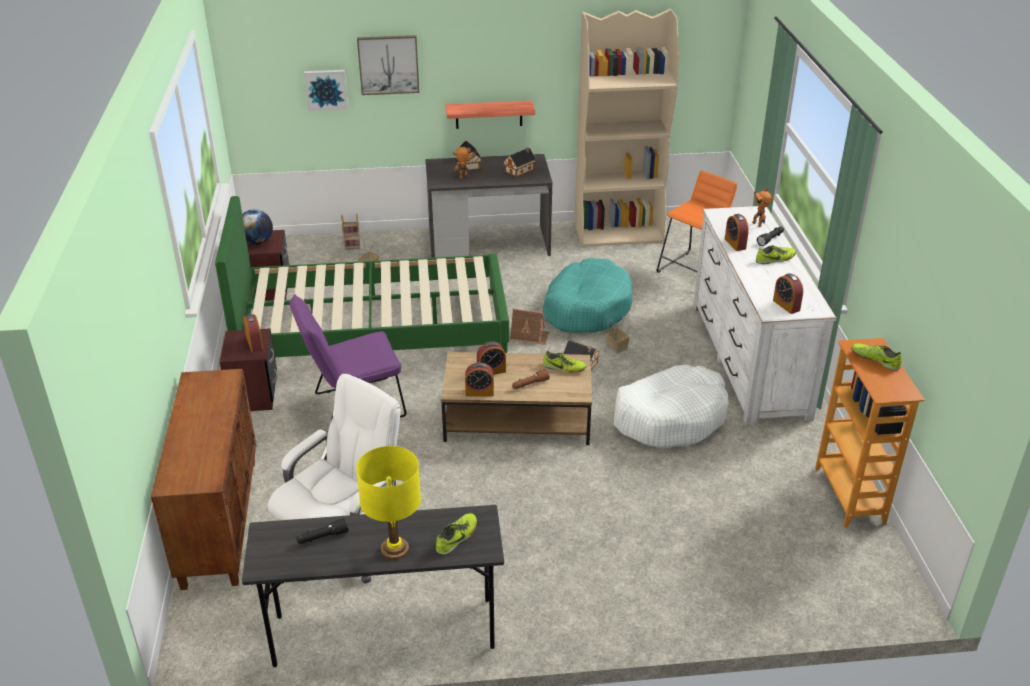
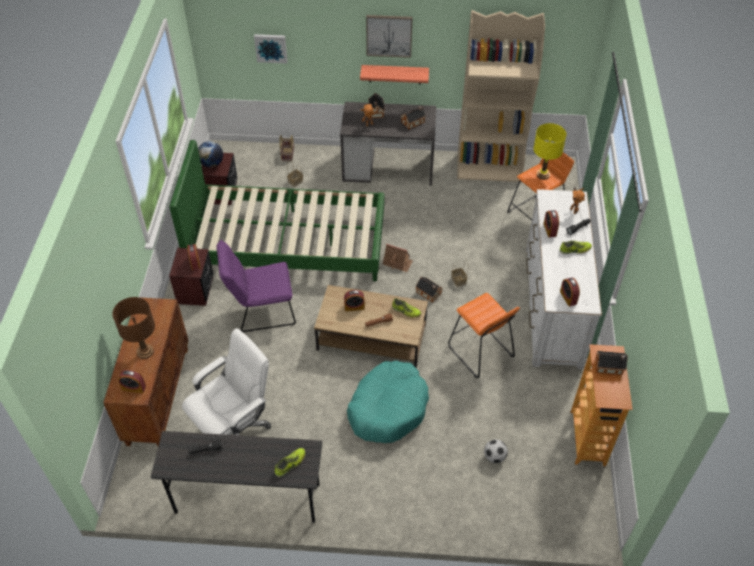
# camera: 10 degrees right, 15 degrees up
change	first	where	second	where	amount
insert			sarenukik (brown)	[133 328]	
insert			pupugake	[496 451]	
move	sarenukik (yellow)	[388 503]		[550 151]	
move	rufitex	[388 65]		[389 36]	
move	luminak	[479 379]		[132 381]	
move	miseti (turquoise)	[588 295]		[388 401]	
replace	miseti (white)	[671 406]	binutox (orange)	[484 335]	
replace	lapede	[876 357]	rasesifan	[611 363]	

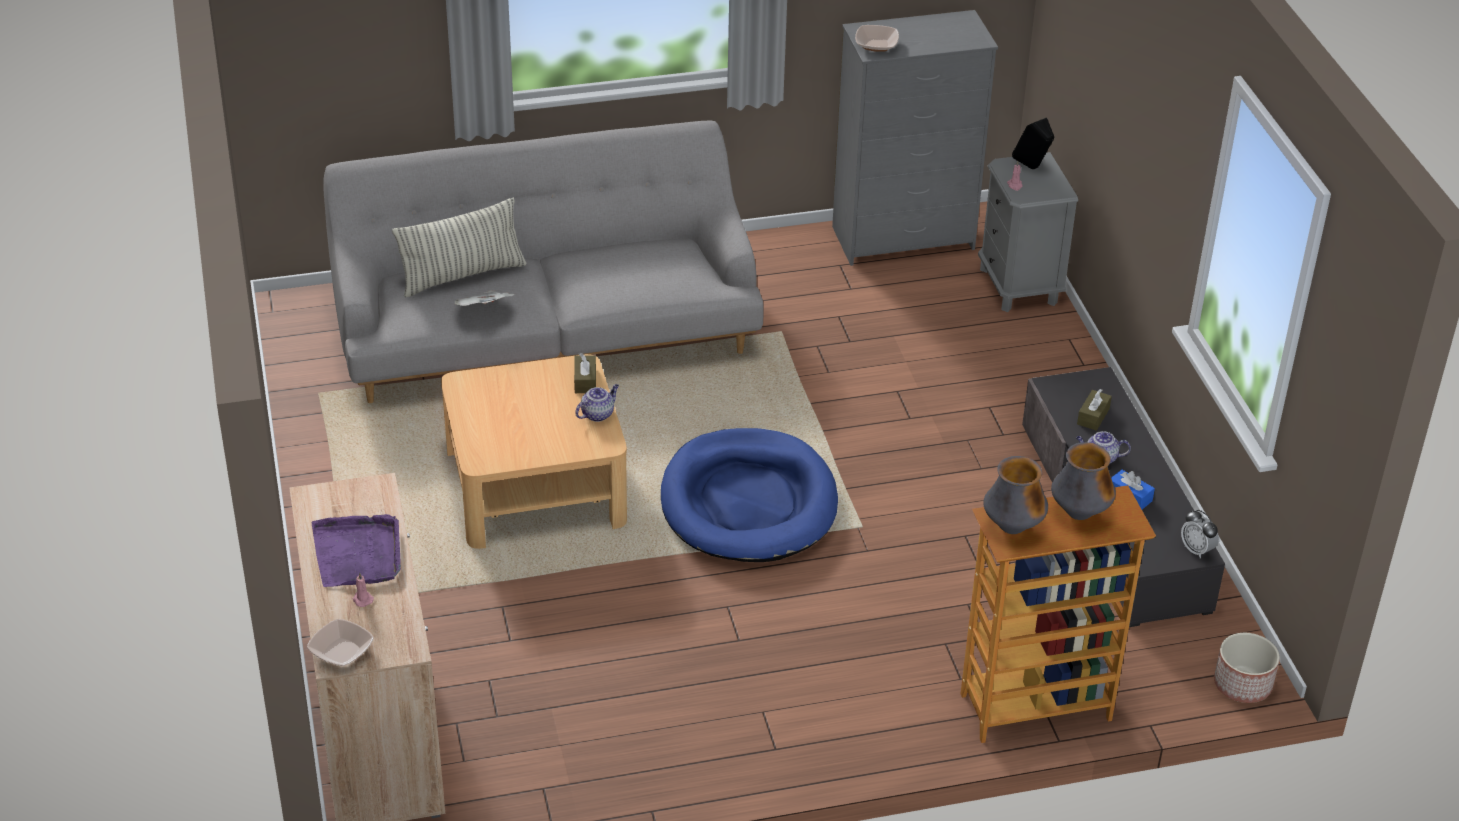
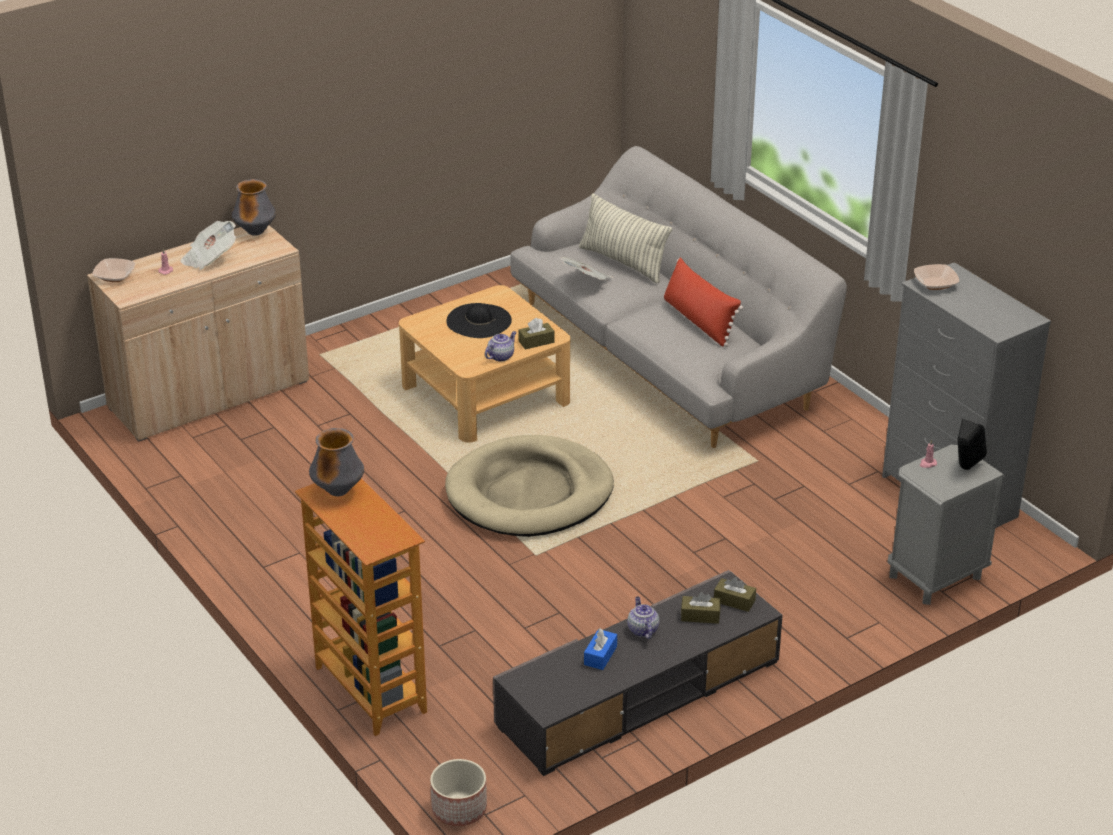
# camera: 70 degrees right, 5 degrees down
change	first	where	second	where	amount
delete	luminak	[1200 534]			
insert			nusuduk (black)	[479 320]	
insert			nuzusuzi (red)	[703 302]	
insert			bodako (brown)	[735 594]	
move	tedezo	[1083 481]		[254 207]	
replace	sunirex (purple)	[356 550]	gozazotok	[208 245]	
recolor	miseti (blue)	[749 495]	miseti (beige)	[529 486]	
rotate	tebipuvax	[597 403]		[500 346]	75 degrees counterclockwise

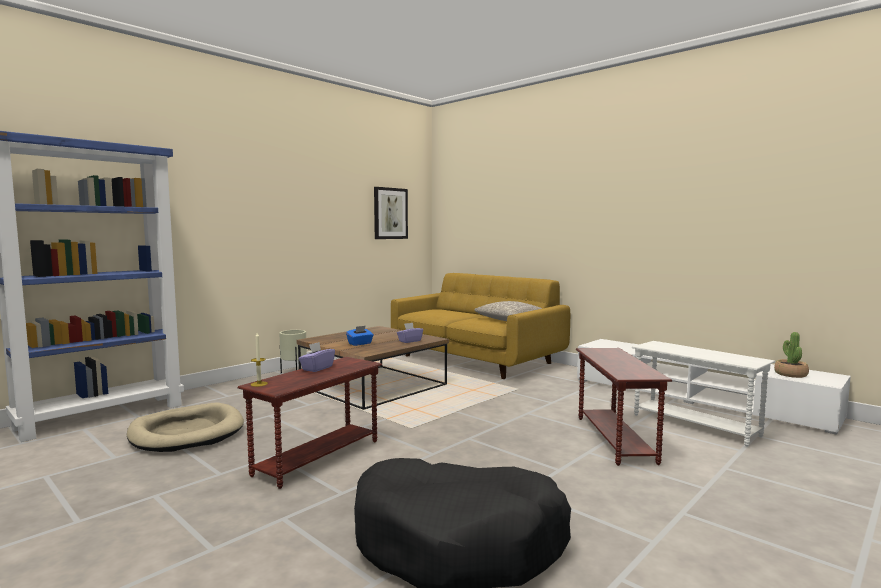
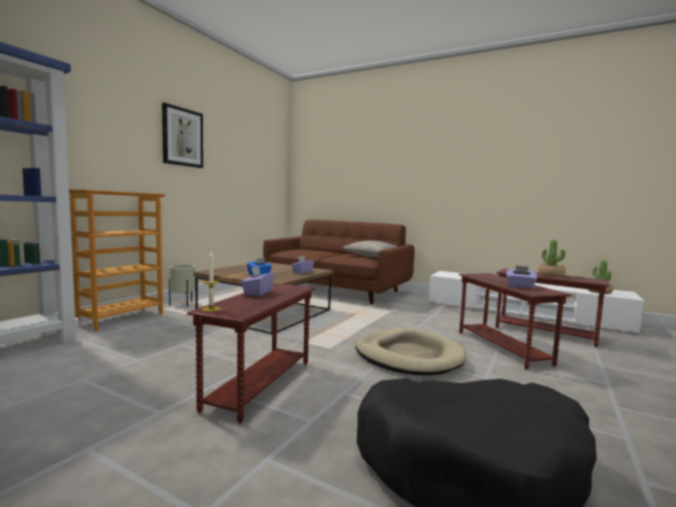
# camera: 15 degrees left, 0 degrees up
change	first	where	second	where	amount
insert			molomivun	[117 260]	
insert			bodako (purple)	[521 277]	
insert			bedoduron	[552 258]	
move	miseti (beige)	[185 427]		[410 351]	
move	rufitex	[391 213]		[182 135]	
recolor	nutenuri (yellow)	[480 326]	nutenuri (brown)	[339 262]	
recolor	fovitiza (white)	[703 394]	fovitiza (brown)	[552 308]	

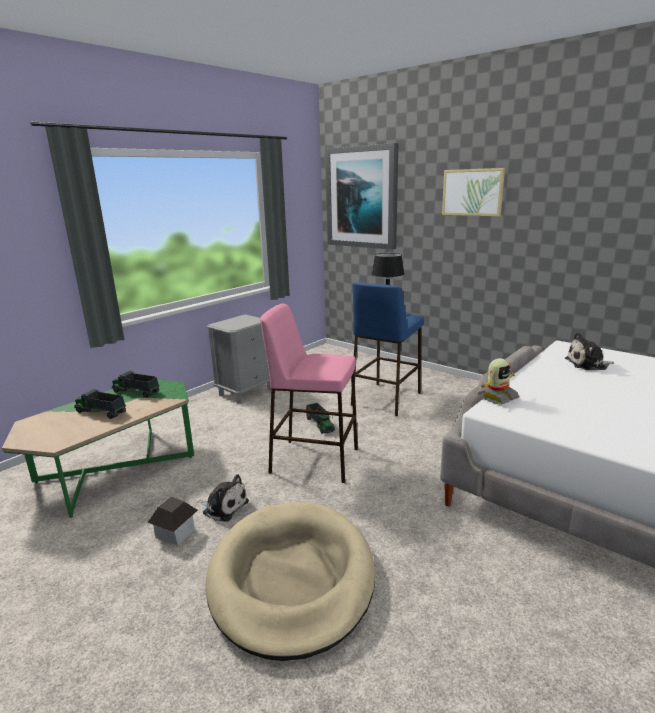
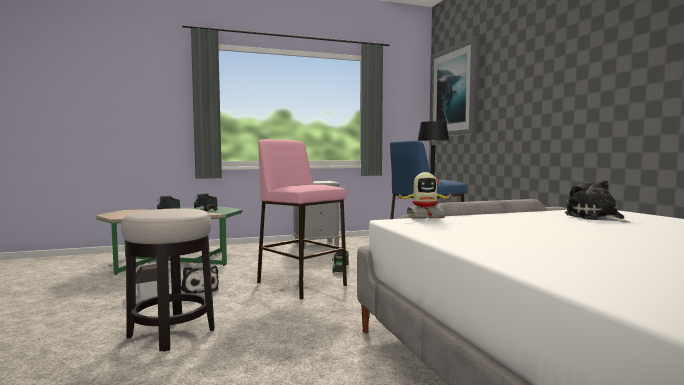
# camera: 30 degrees right, 15 degrees down
change	first	where	second	where	amount
delete	rufitex	[473 192]			
replace	miseti (beige)	[290 581]	binutox	[167 280]	
rotate	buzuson	[589 351]		[597 201]	45 degrees clockwise

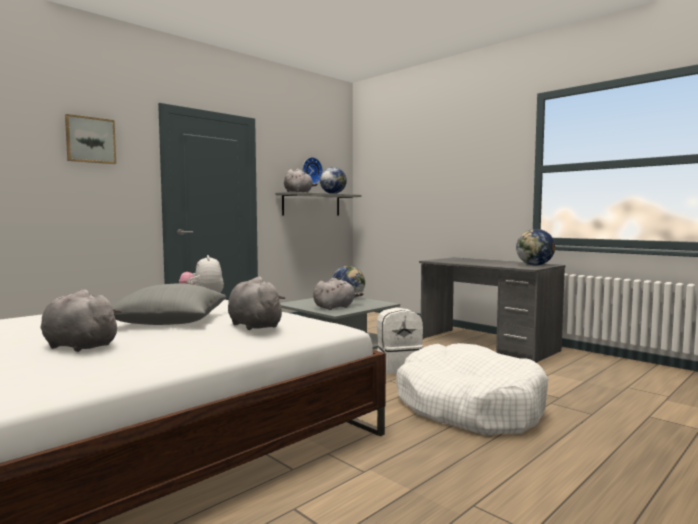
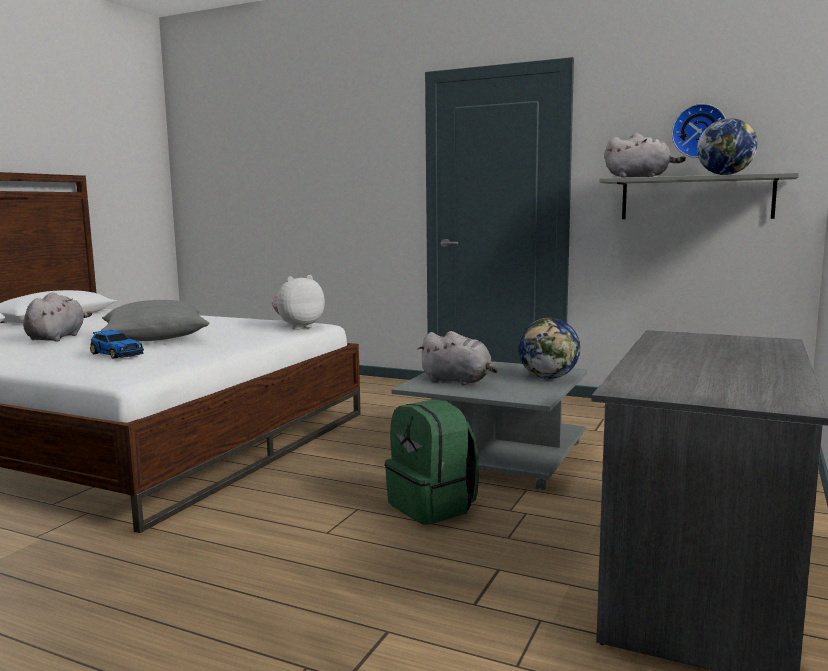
# camera: 70 degrees right, 5 degrees up
change	first	where	second	where	amount
delete	rufitex	[90 139]			
delete	miseti (white)	[472 389]			
delete	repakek	[535 247]			
replace	buzuson (grey)	[256 303]	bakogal	[117 344]	
recolor	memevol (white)	[400 340]	memevol (green)	[432 462]	

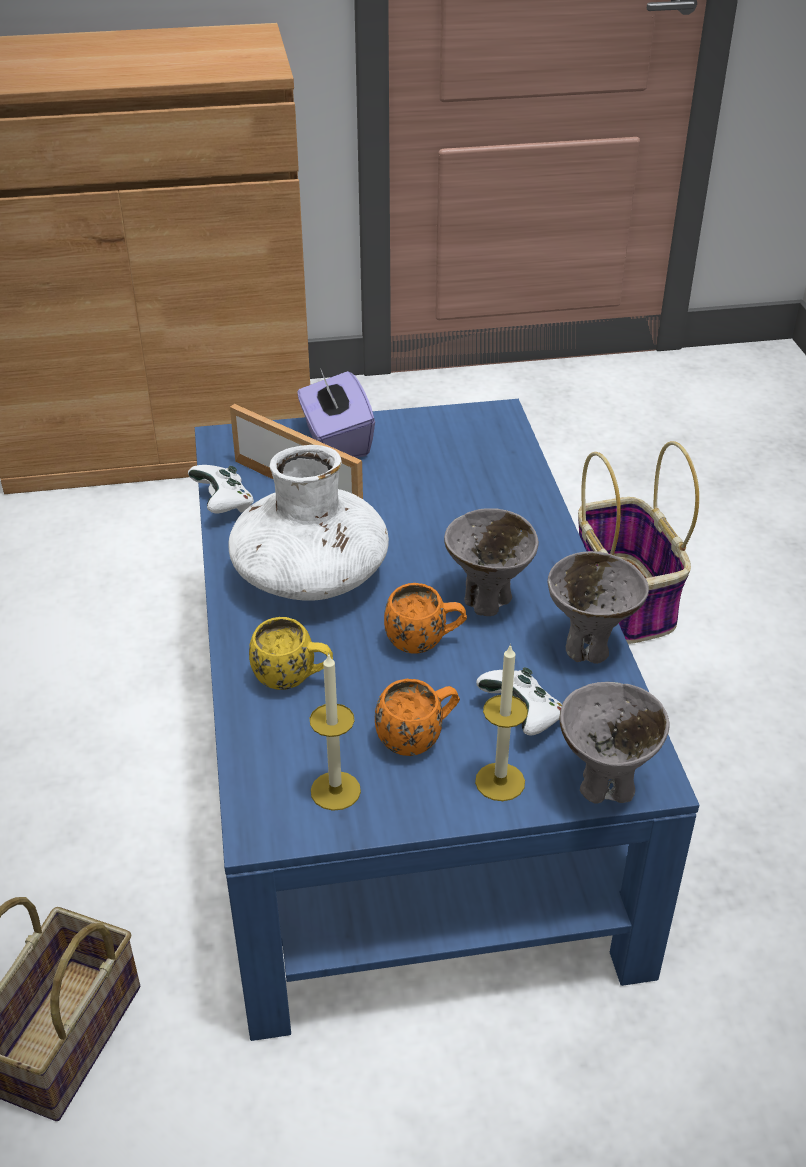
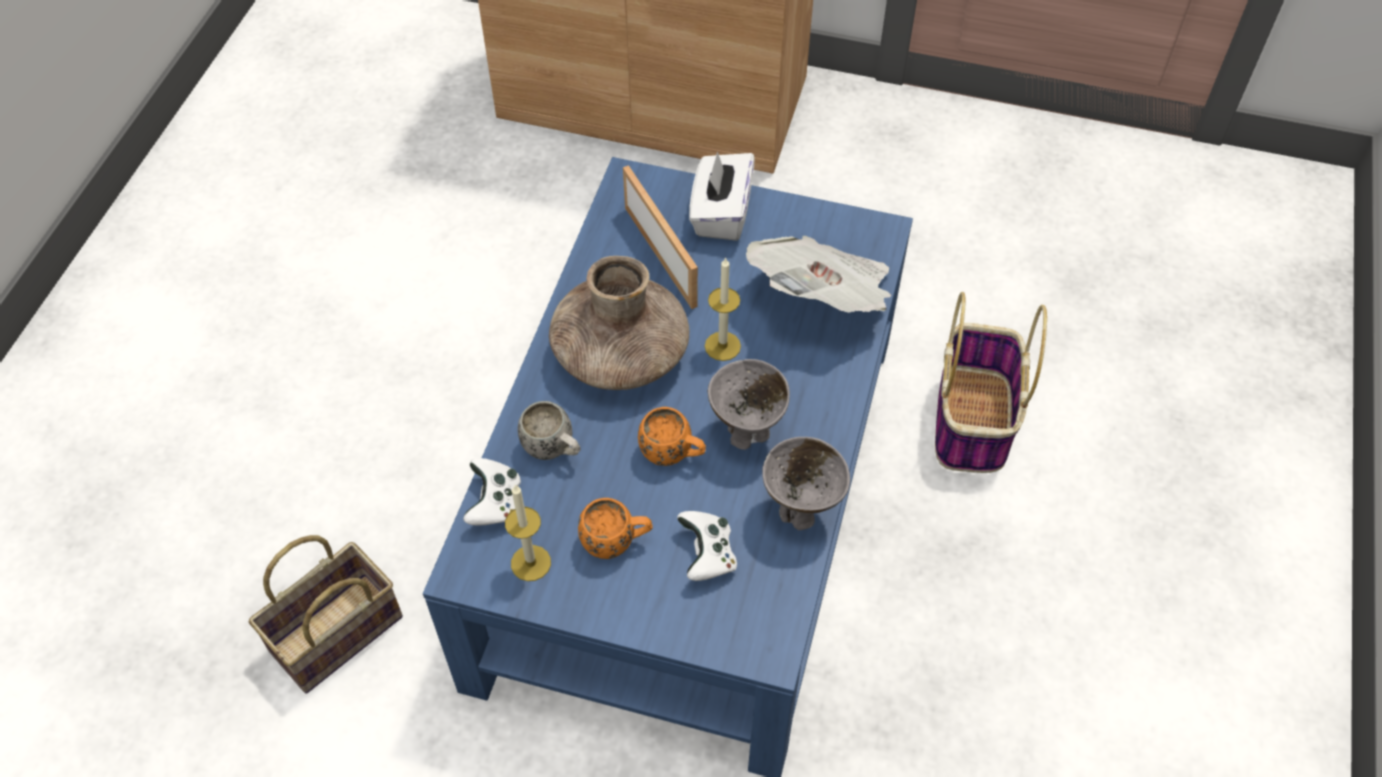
# camera: 25 degrees right, 15 degrees up
change	first	where	second	where	amount
delete	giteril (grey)	[615 742]			
insert			gozazotok	[818 274]	
move	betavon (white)	[221 489]		[492 492]	
move	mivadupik	[501 722]		[723 309]	
recolor	tedezo (white)	[309 523]	tedezo (brown)	[619 323]	
recolor	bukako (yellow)	[291 653]	bukako (white)	[549 430]	
recolor	bodako (purple)	[336 413]	bodako (white)	[722 196]	

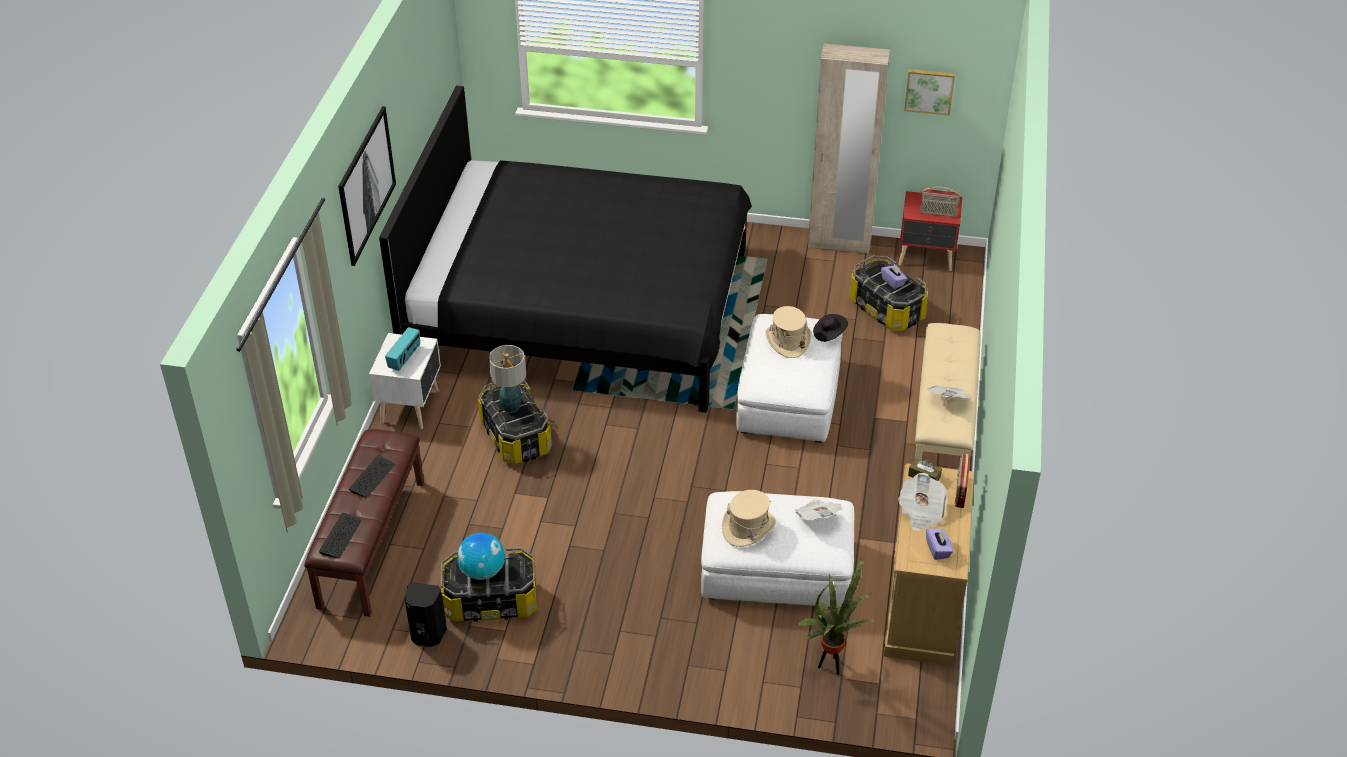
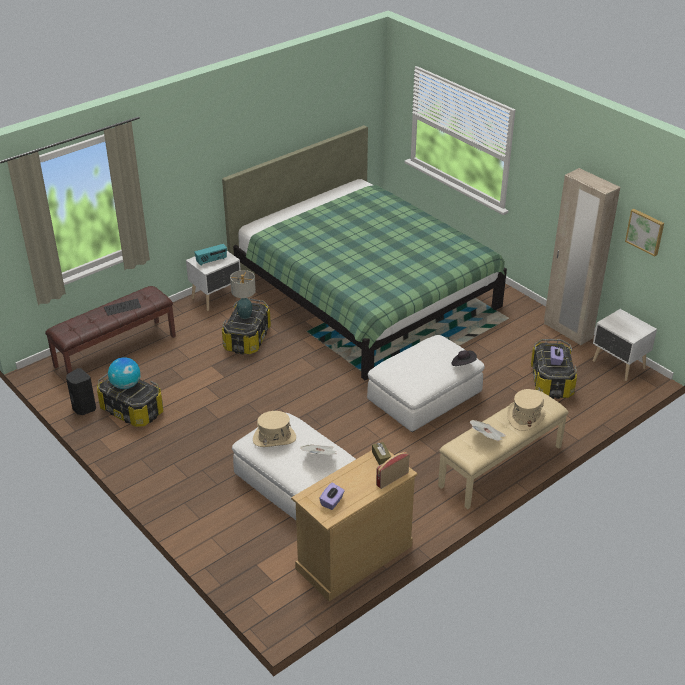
# camera: 40 degrees right, 5 degrees down
change	first	where	second	where	amount
delete	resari	[340 535]			
delete	rufitex	[367 186]			
delete	bedoduron	[837 616]			
delete	gozazotok	[923 502]			
delete	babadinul	[940 201]			
move	nusuduk (beige)	[788 332]		[526 410]	
recolor	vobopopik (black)	[565 249]	vobopopik (green)	[364 253]	
recolor	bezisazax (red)	[930 231]	bezisazax (white)	[625 345]	

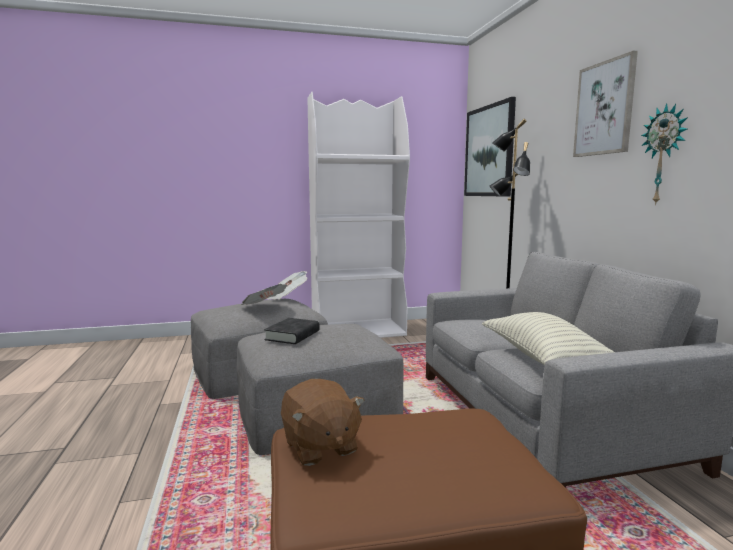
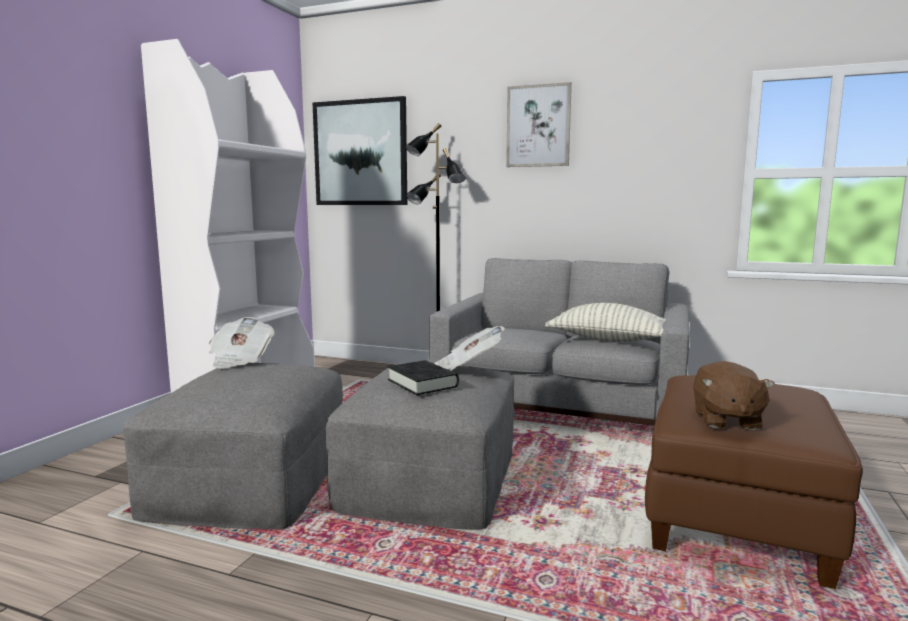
# camera: 55 degrees left, 0 degrees up
change	first	where	second	where	amount
delete	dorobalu	[664 154]			
move	gozazotok	[264 294]		[469 348]	
rotate	buzuson (brown)	[323 422]		[734 395]	90 degrees clockwise

